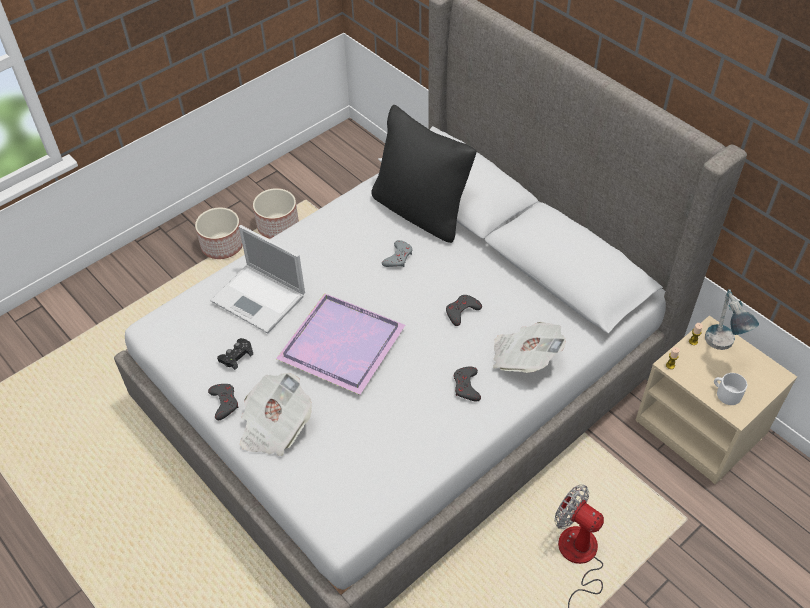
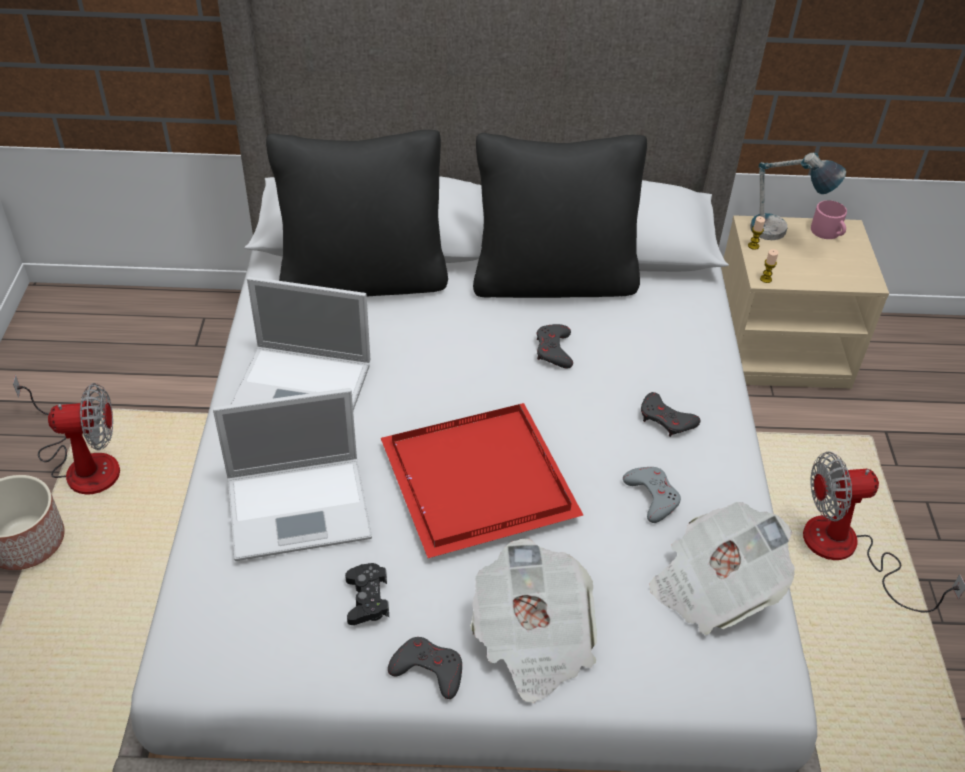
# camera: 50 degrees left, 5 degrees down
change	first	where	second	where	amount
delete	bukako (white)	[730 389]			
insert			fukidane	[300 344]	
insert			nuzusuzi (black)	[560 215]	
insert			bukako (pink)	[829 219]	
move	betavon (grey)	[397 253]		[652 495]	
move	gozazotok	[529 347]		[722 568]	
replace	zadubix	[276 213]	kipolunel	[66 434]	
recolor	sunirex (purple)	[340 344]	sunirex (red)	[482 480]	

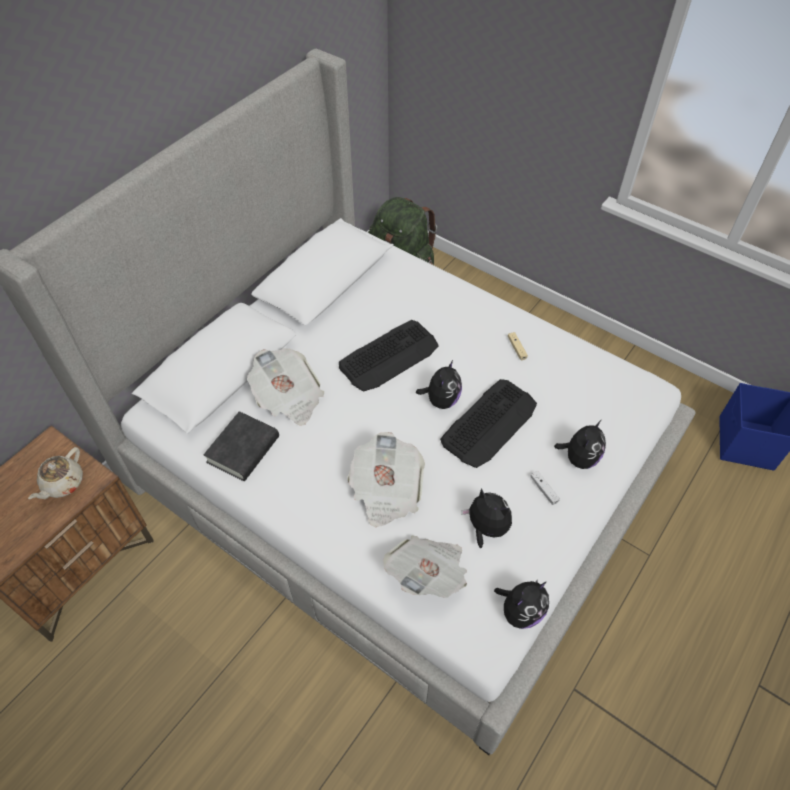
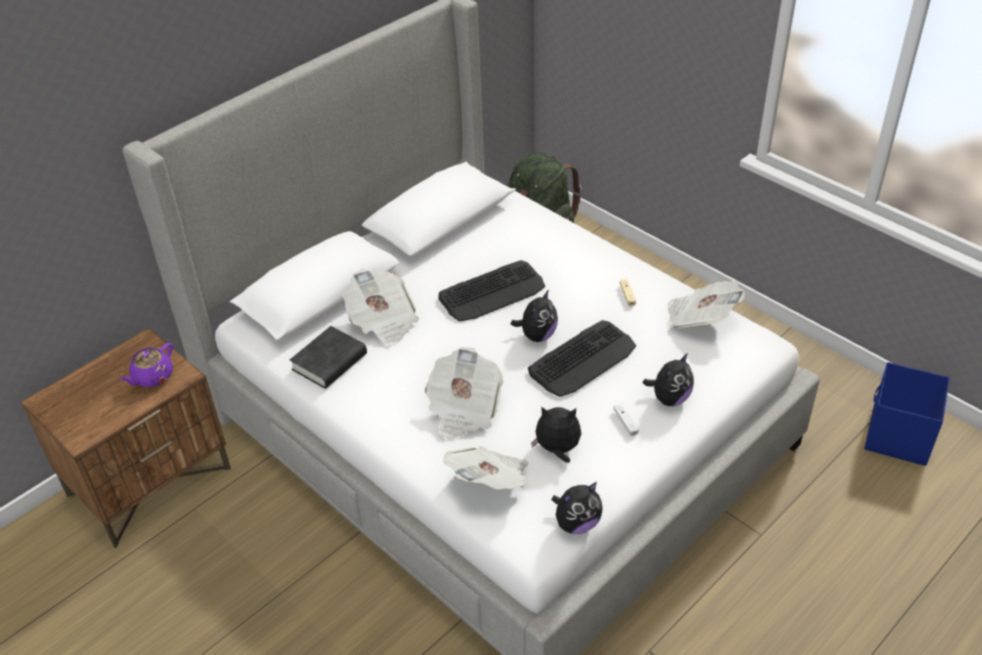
# camera: 10 degrees right, 10 degrees down
change	first	where	second	where	amount
insert			gozazotok	[706 304]	
recolor	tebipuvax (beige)	[55 473]	tebipuvax (purple)	[146 365]	
rotate	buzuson	[486 518]		[556 435]	45 degrees counterclockwise

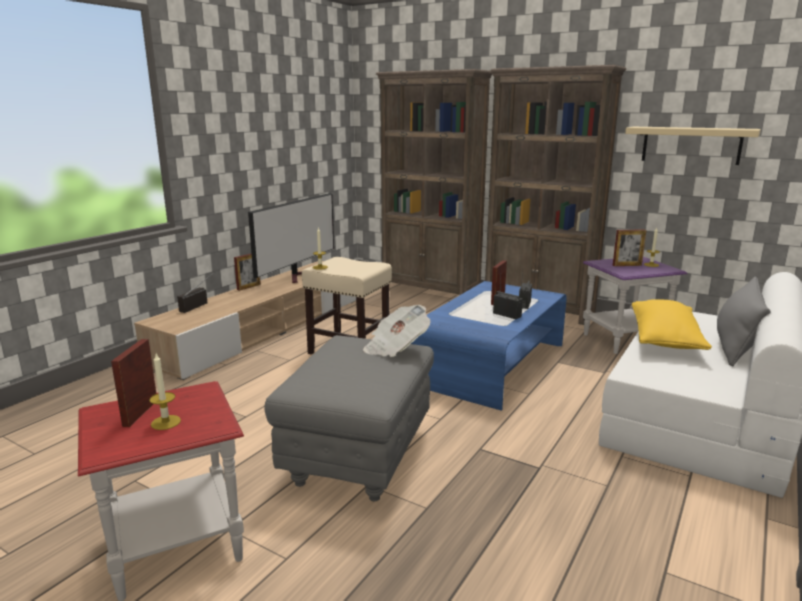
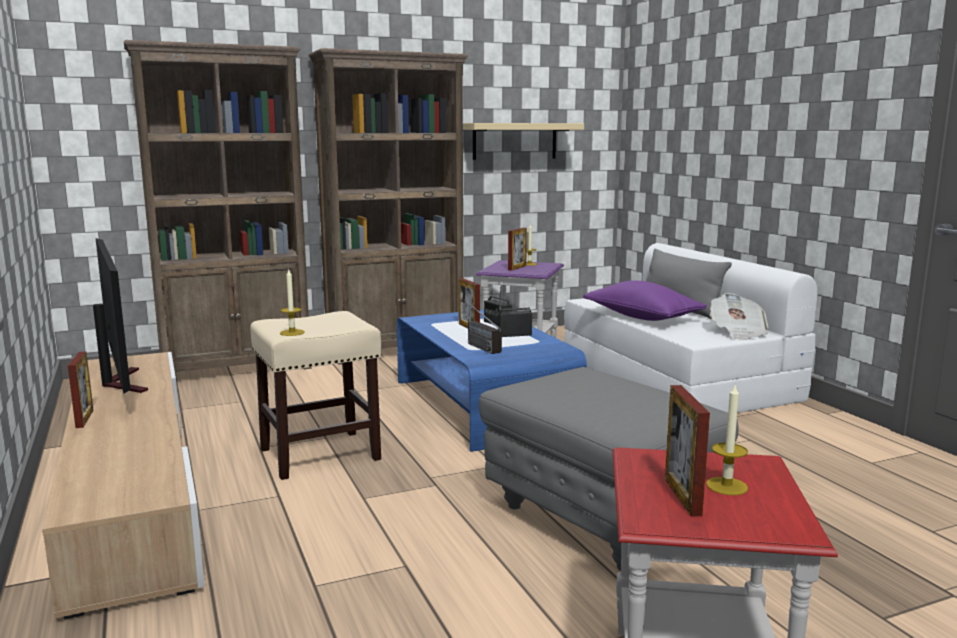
# camera: 55 degrees left, 5 degrees down
change	first	where	second	where	amount
move	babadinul	[196 292]		[482 326]	
move	gozazotok	[396 331]		[739 316]	
recolor	nuzusuzi (yellow)	[672 324]	nuzusuzi (purple)	[645 301]	
rotate	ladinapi	[133 383]		[687 451]	45 degrees clockwise

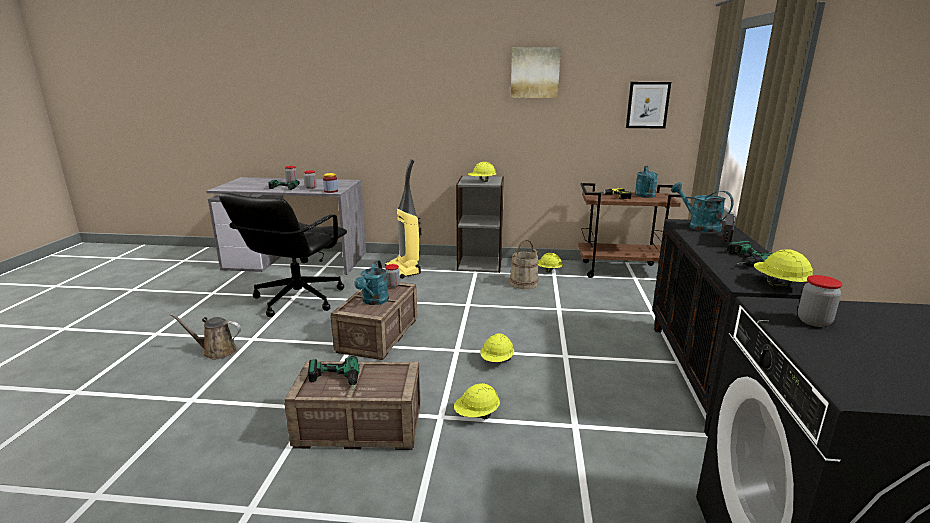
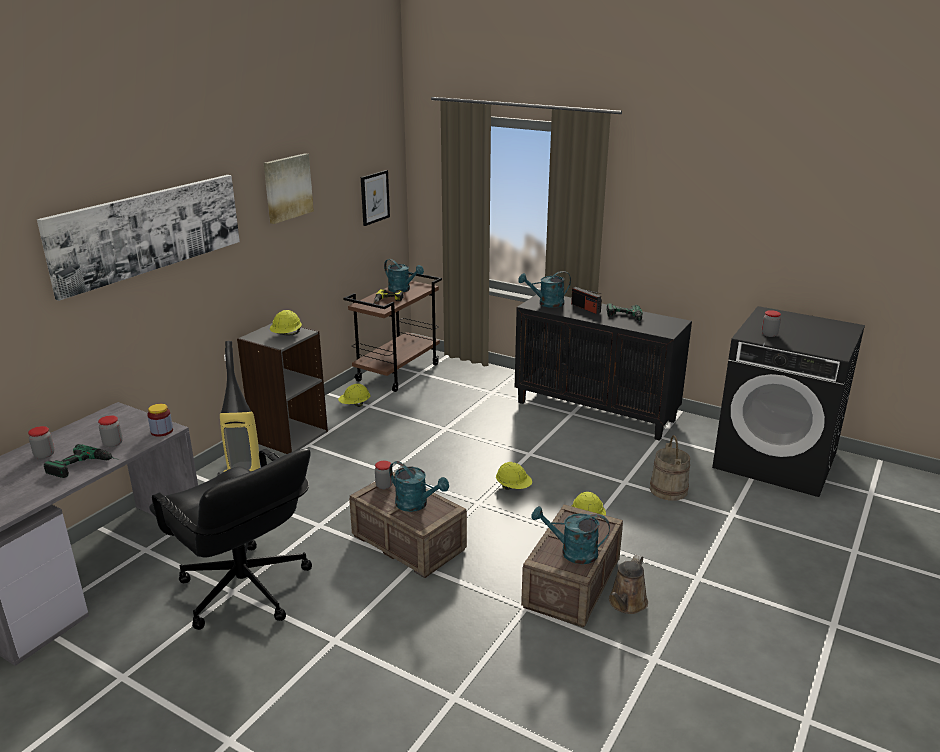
# camera: 65 degrees left, 5 degrees up
change	first	where	second	where	amount
delete	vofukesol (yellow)	[783 268]			
insert			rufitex	[138 238]	
move	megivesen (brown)	[205 336]		[628 584]	
move	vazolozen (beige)	[524 264]		[670 468]	
replace	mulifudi	[333 373]	megivesen (turquoise)	[570 535]	

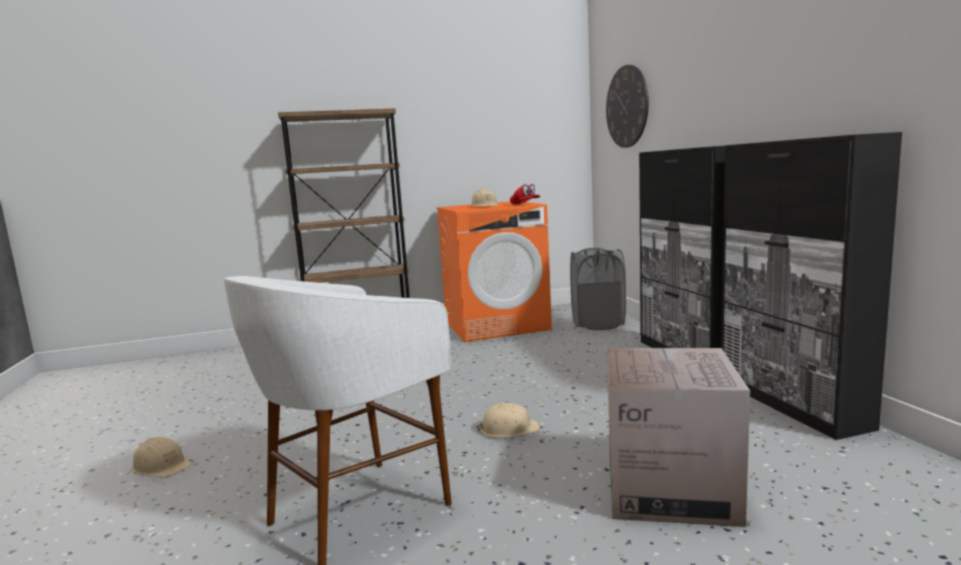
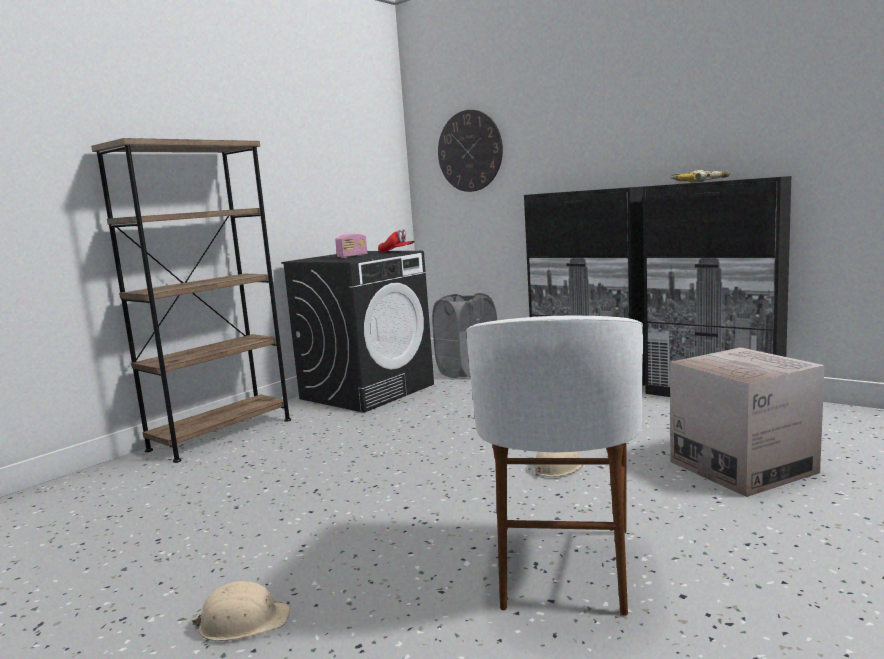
# camera: 35 degrees left, 0 degrees up
change	first	where	second	where	amount
insert			mulifudi	[700 176]	
replace	vofukesol (beige)	[485 197]	babadinul	[351 246]	
recolor	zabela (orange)	[494 272]	zabela (black)	[357 332]	

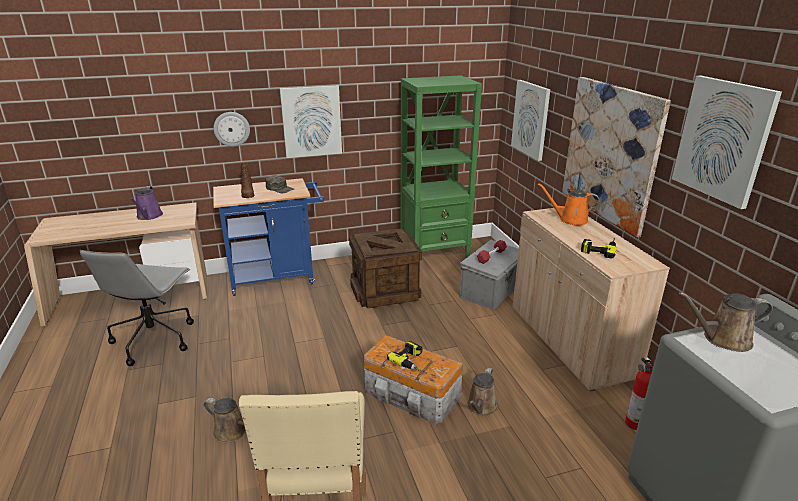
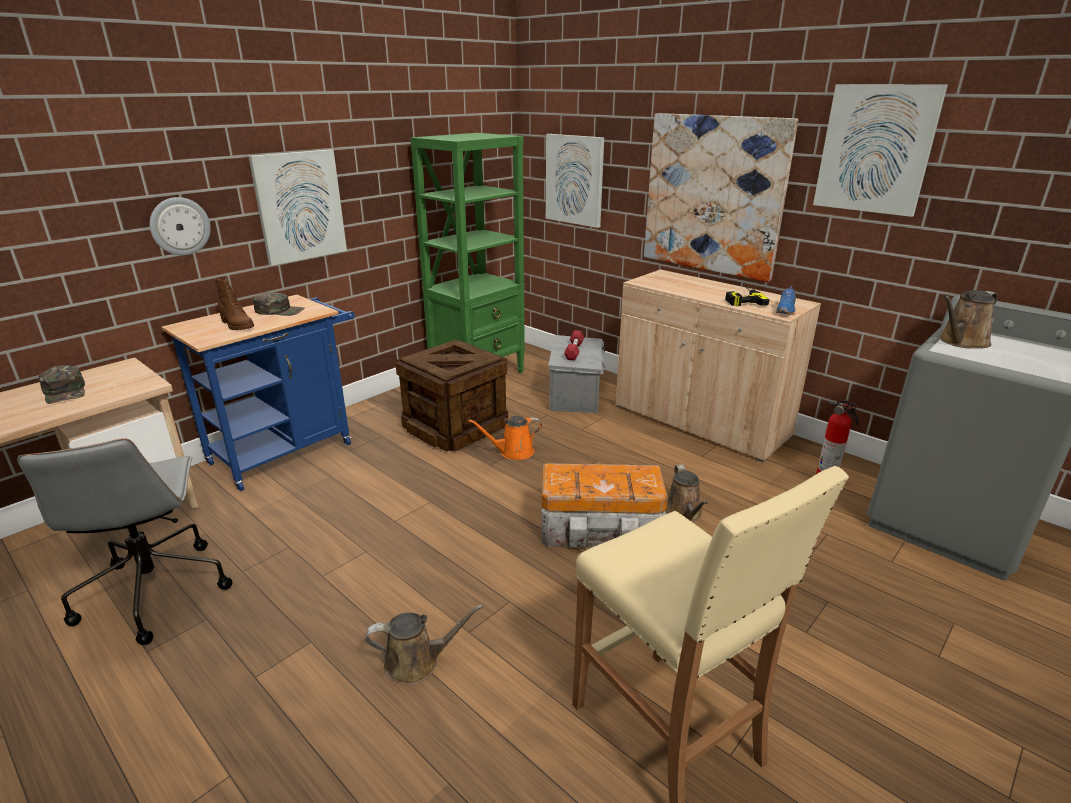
# camera: 30 degrees left, 0 degrees up
change	first	where	second	where	amount
delete	mulifudi	[407 357]			
insert			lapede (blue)	[786 300]	
move	megivesen (orange)	[568 204]		[505 438]	
replace	megivesen (purple)	[146 203]	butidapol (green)	[62 384]	

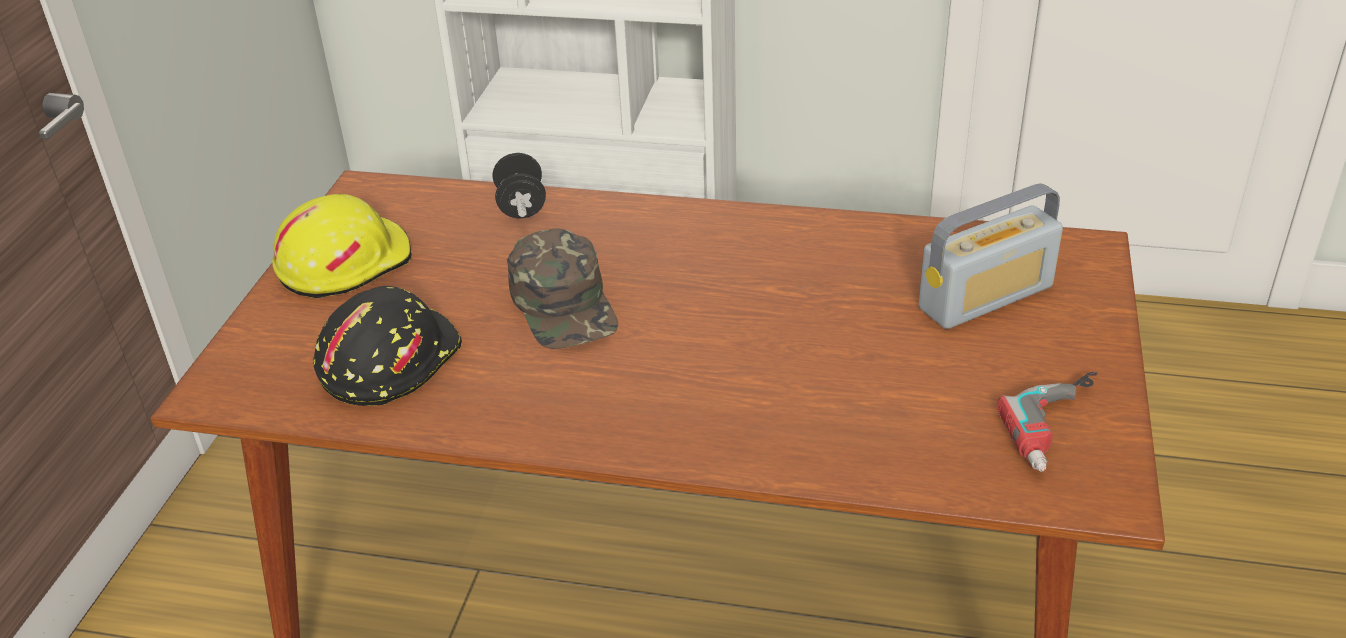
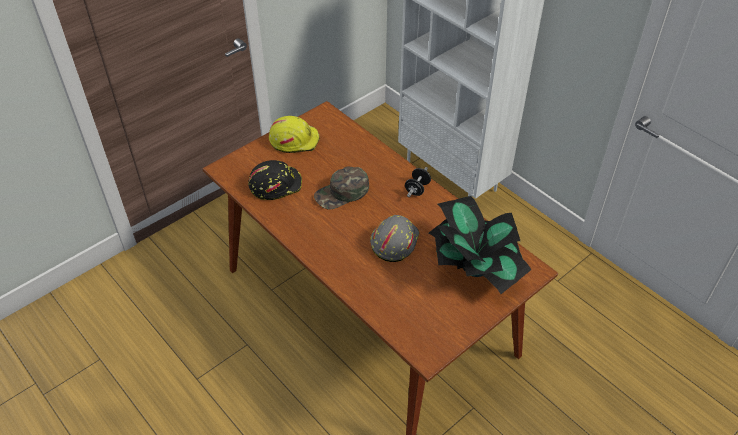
# camera: 35 degrees right, 10 degrees up
change	first	where	second	where	amount
delete	mulifudi	[1047 422]			
insert			vofukesol (grey)	[394 238]	
move	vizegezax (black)	[519 185]		[418 182]	
replace	babadinul	[991 256]	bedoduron	[480 245]	
rotate	butidapol (green)	[563 288]		[341 187]	45 degrees clockwise

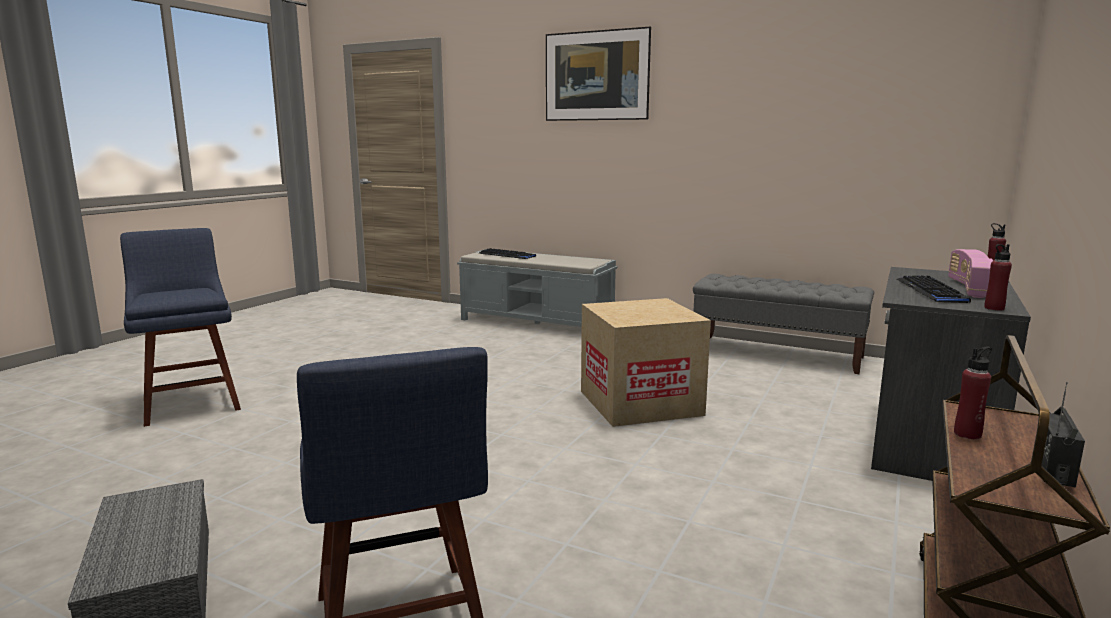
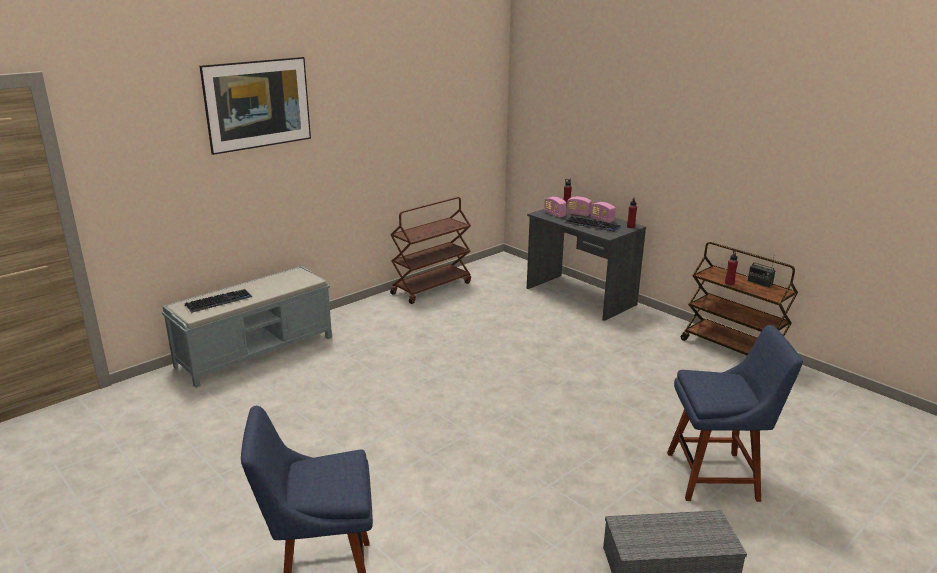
# camera: 70 degrees left, 10 degrees up
change	first	where	second	where	amount
delete	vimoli	[646 362]			
insert			babadinul	[555 207]	
replace	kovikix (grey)	[783 324]	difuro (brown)	[430 250]	

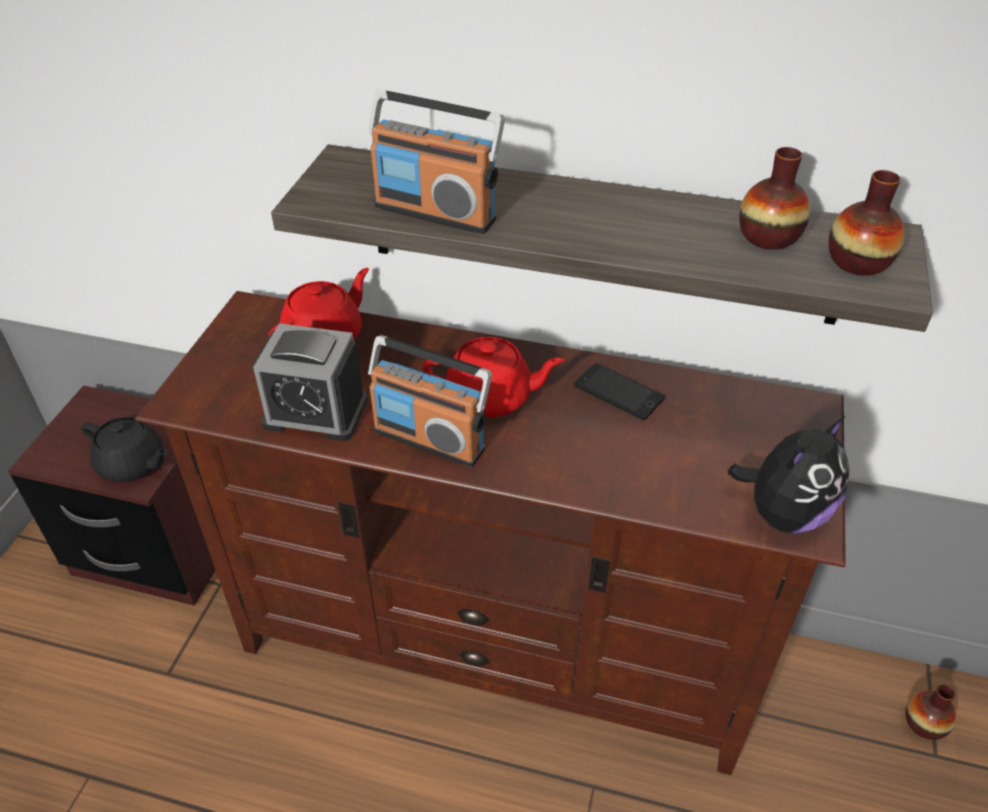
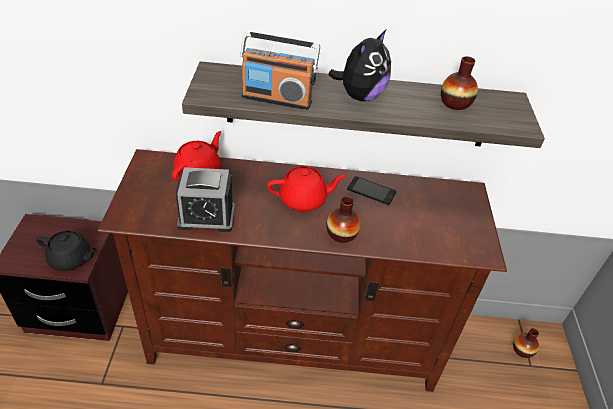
# camera: 15 degrees left, 0 degrees up
change	first	where	second	where	amount
delete	babadinul	[430 401]			
move	buzuson	[789 475]		[359 65]	
move	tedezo	[867 223]		[343 219]	

